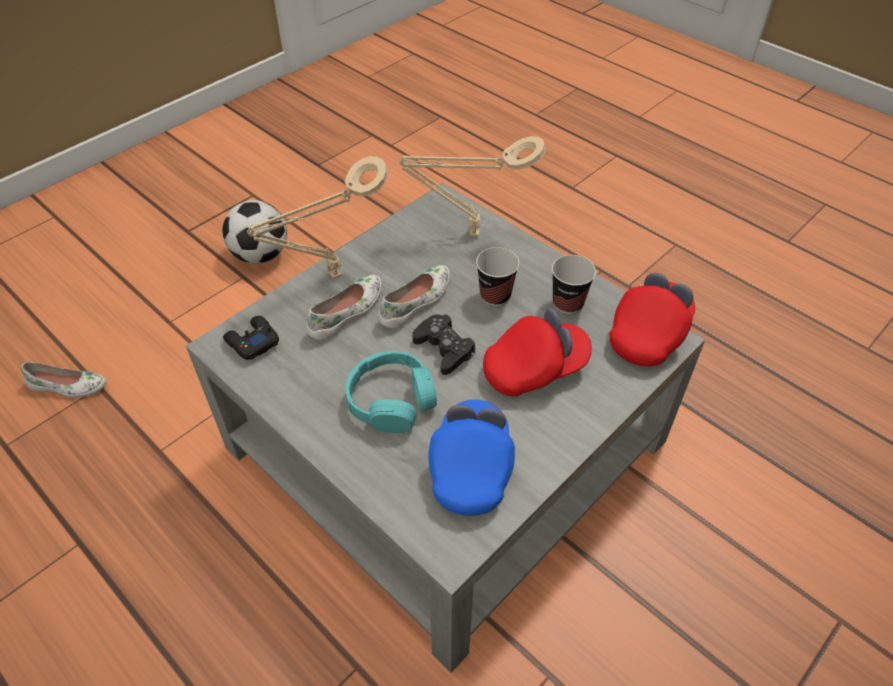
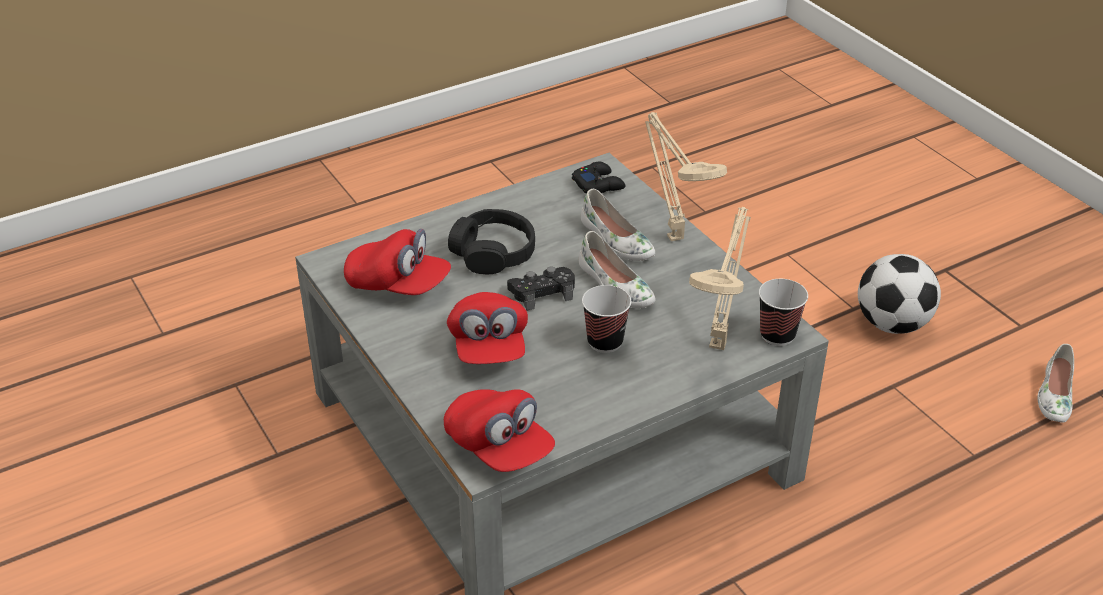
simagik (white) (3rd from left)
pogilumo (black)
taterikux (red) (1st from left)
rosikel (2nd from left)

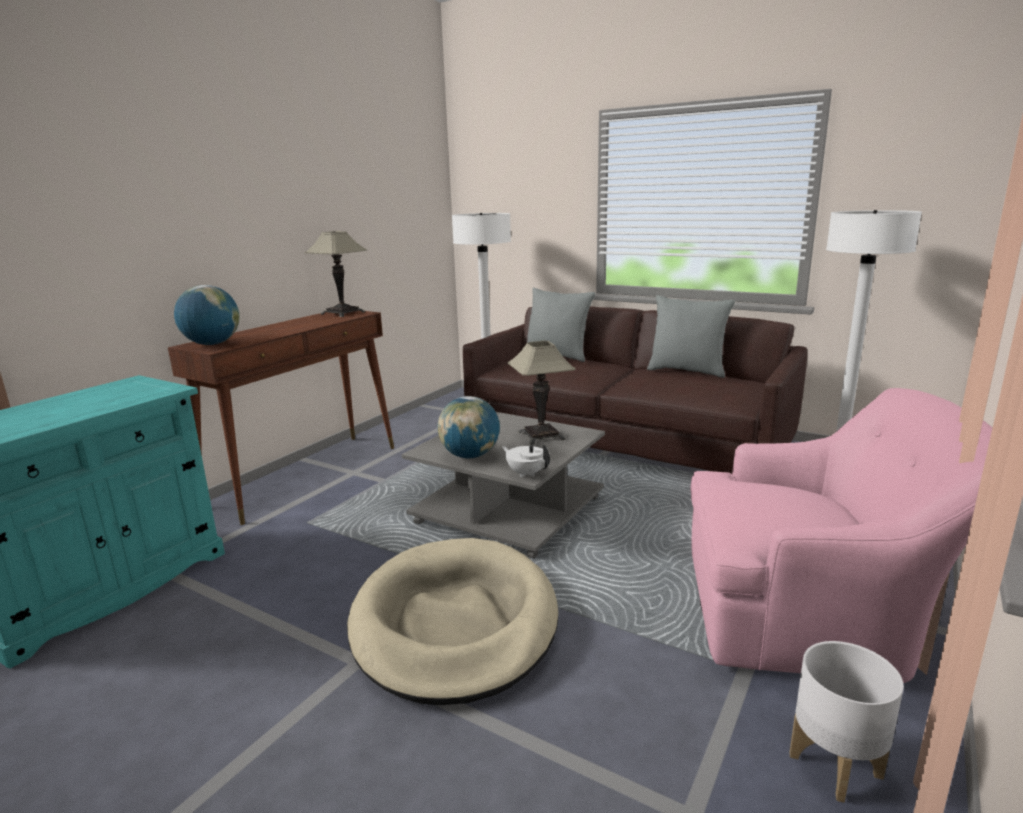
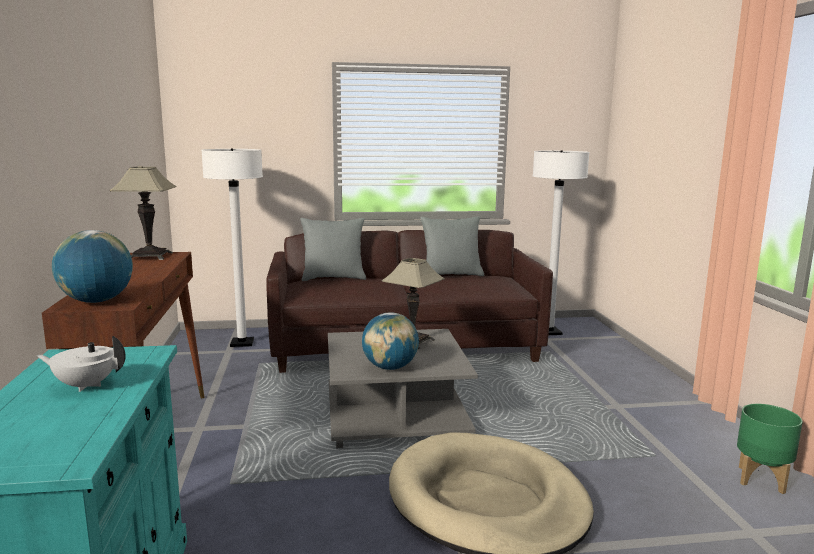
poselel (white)
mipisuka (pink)
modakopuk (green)

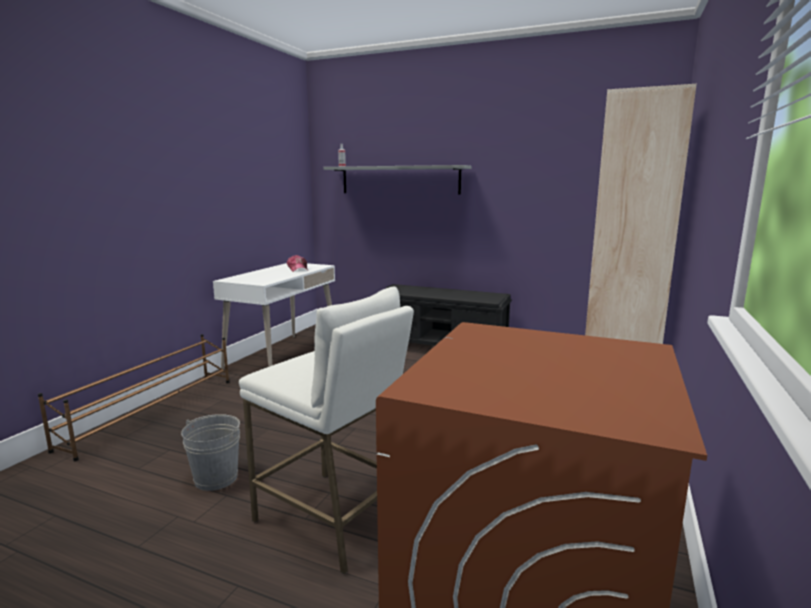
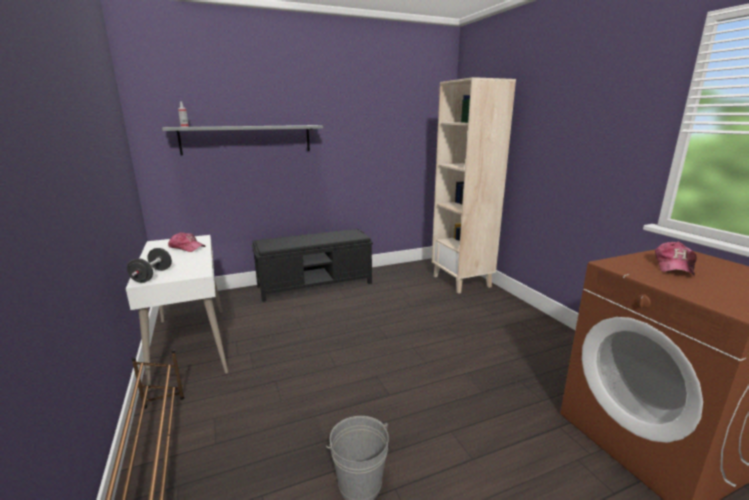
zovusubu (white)
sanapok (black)
taterikux (2nd from left)

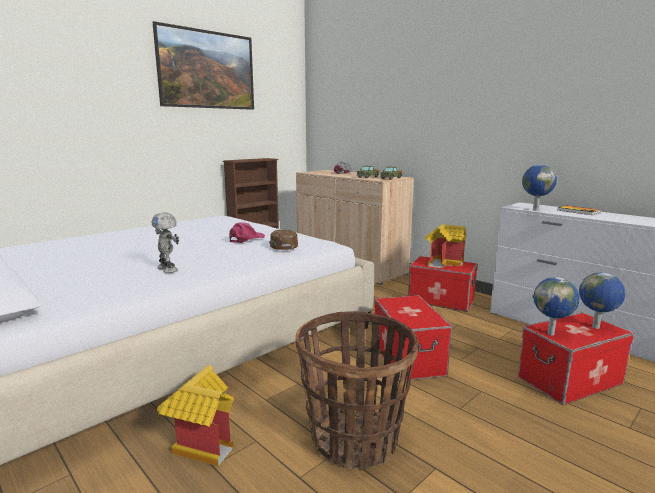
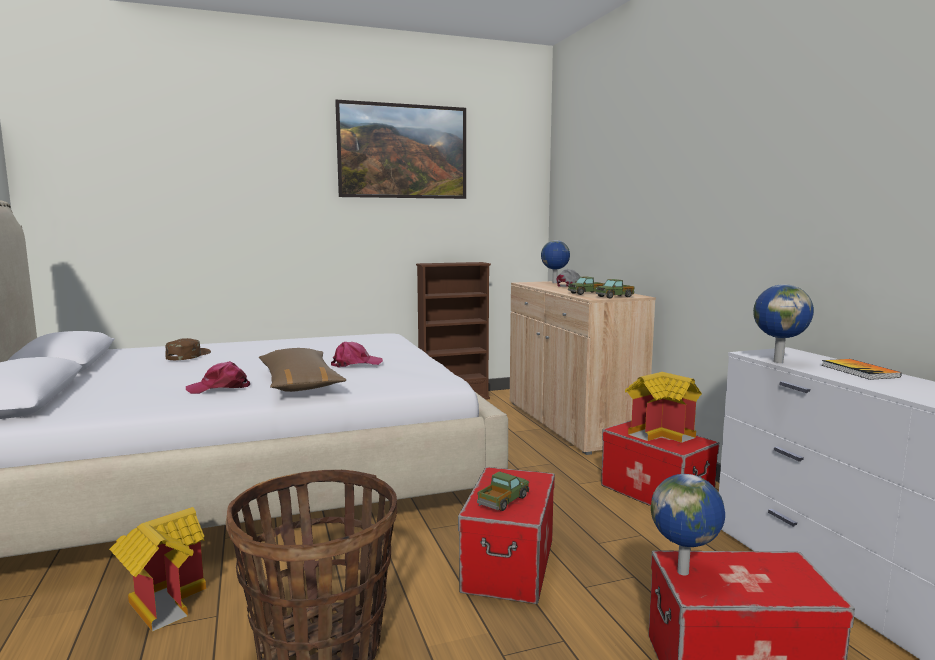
taterikux (pink) (1st from left)
taterikux (brown)
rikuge (1st from left)
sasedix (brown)
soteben (1st from left)

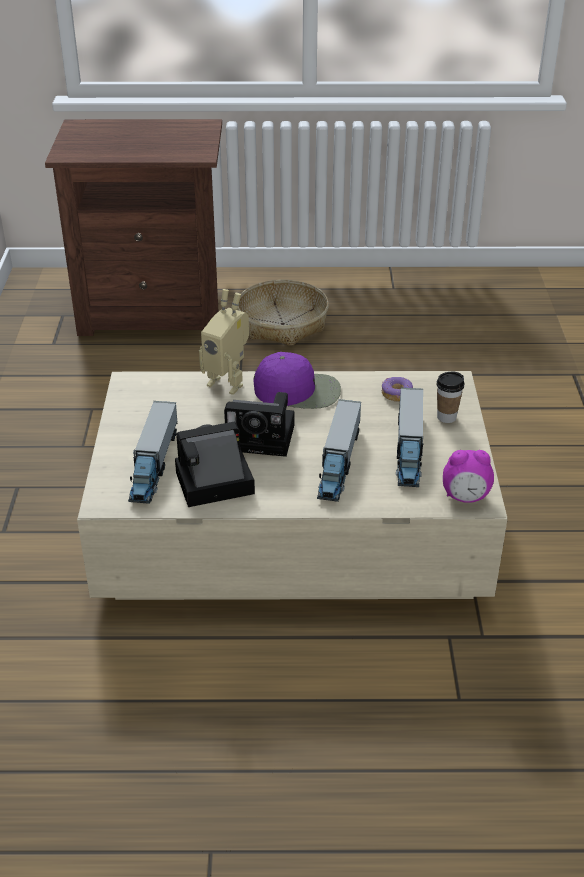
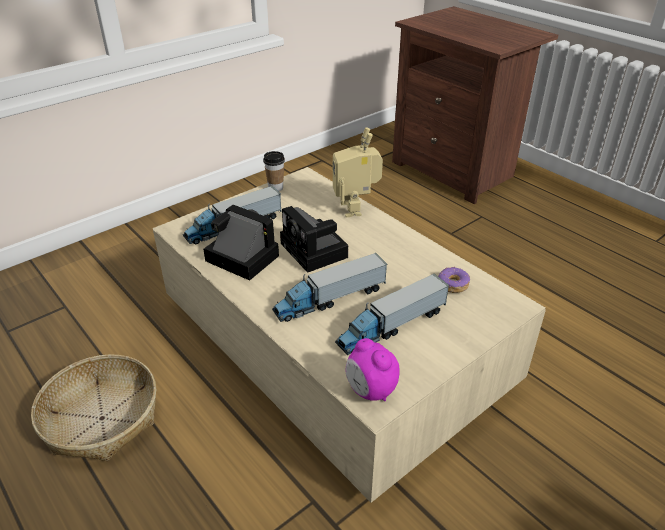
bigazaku
taterikux (purple)
rosikel

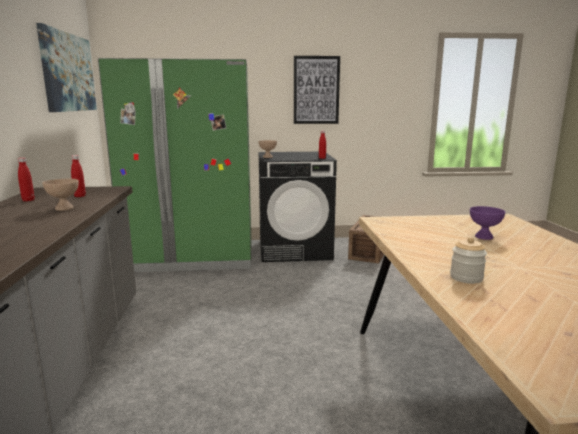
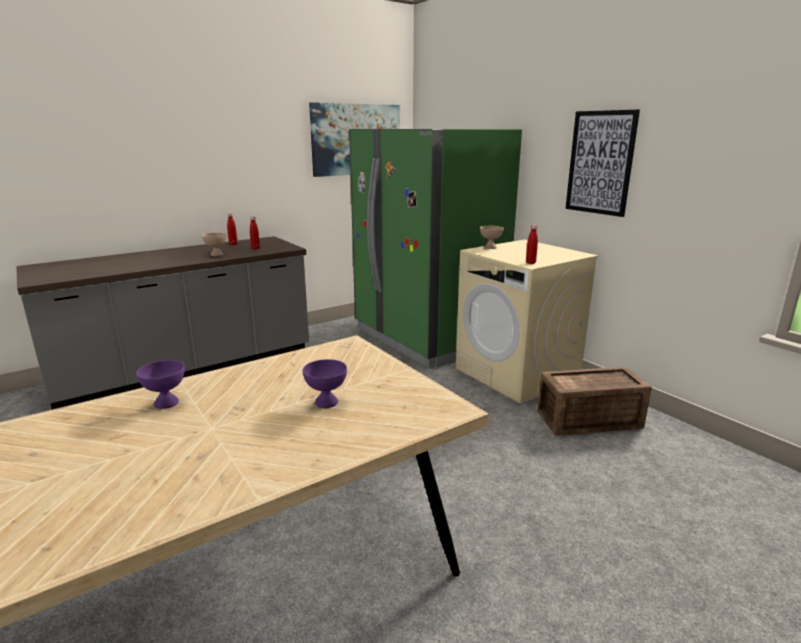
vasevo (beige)
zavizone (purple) (1st from left)

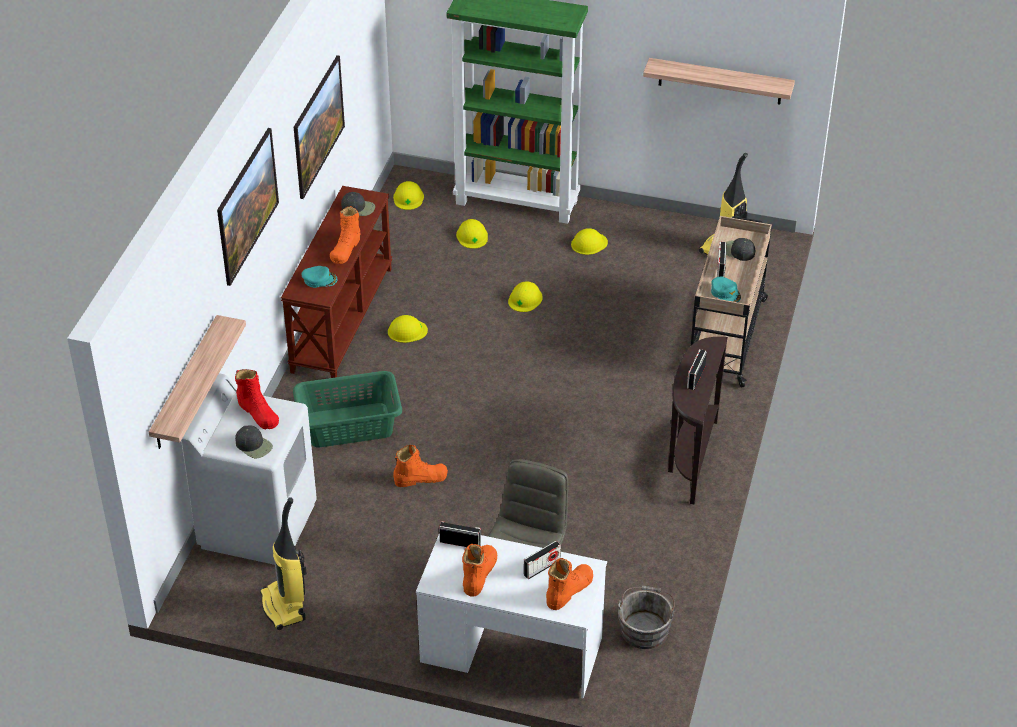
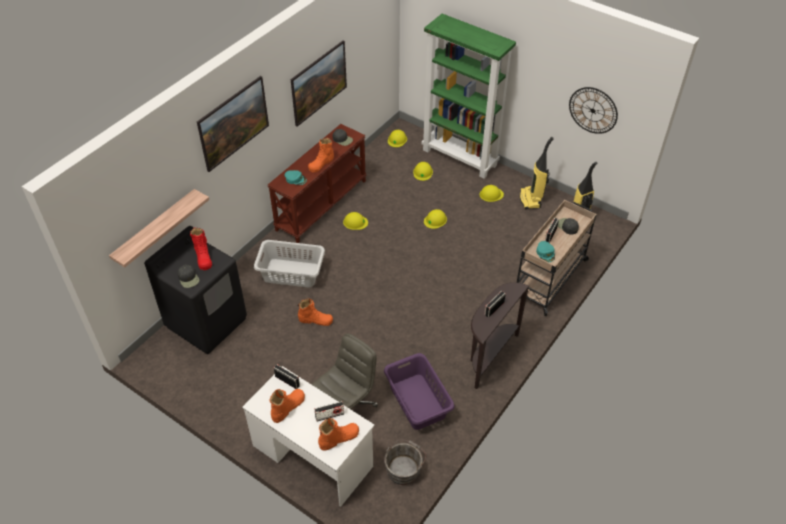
vasevo (black)
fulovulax (1st from left)
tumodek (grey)
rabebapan
tumodek (purple)

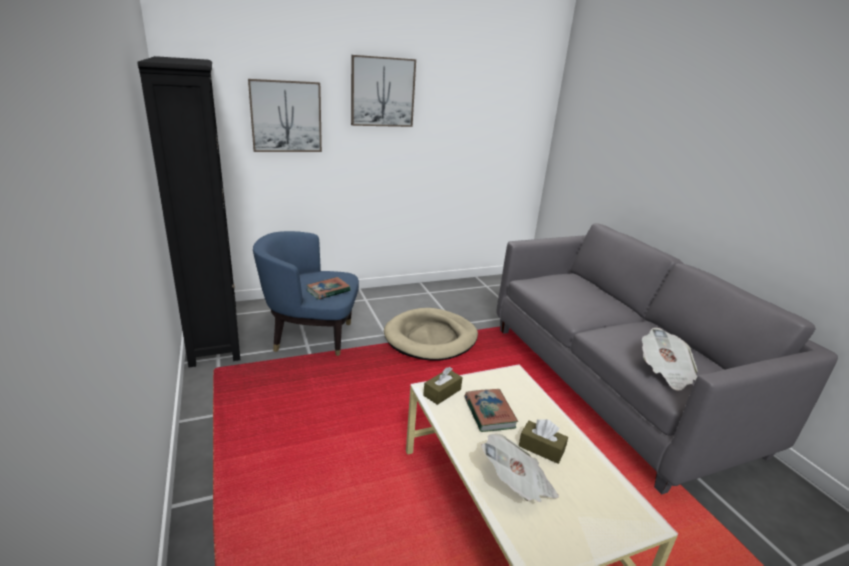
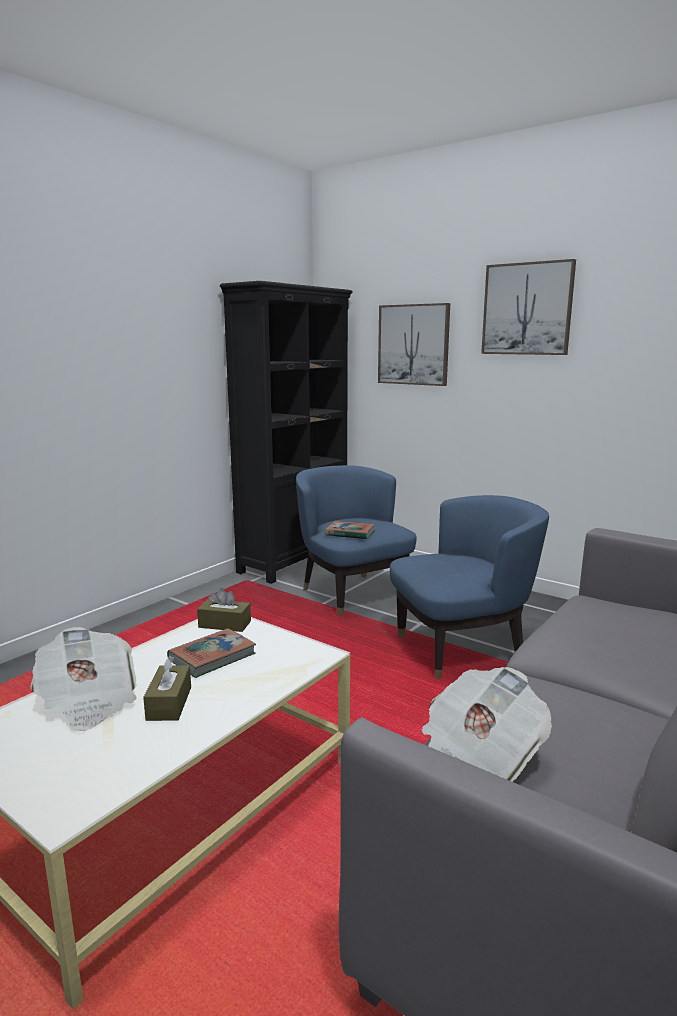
mipisuka (blue) (2nd from left)

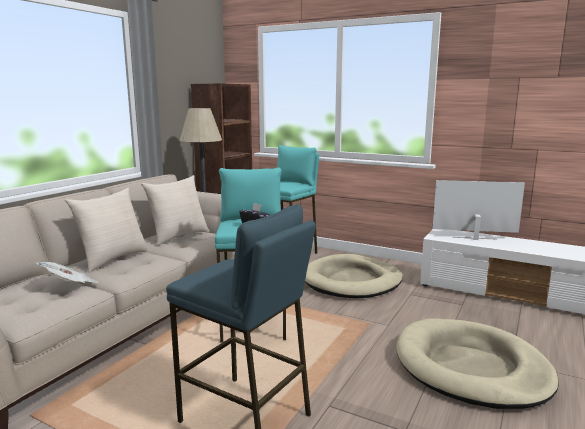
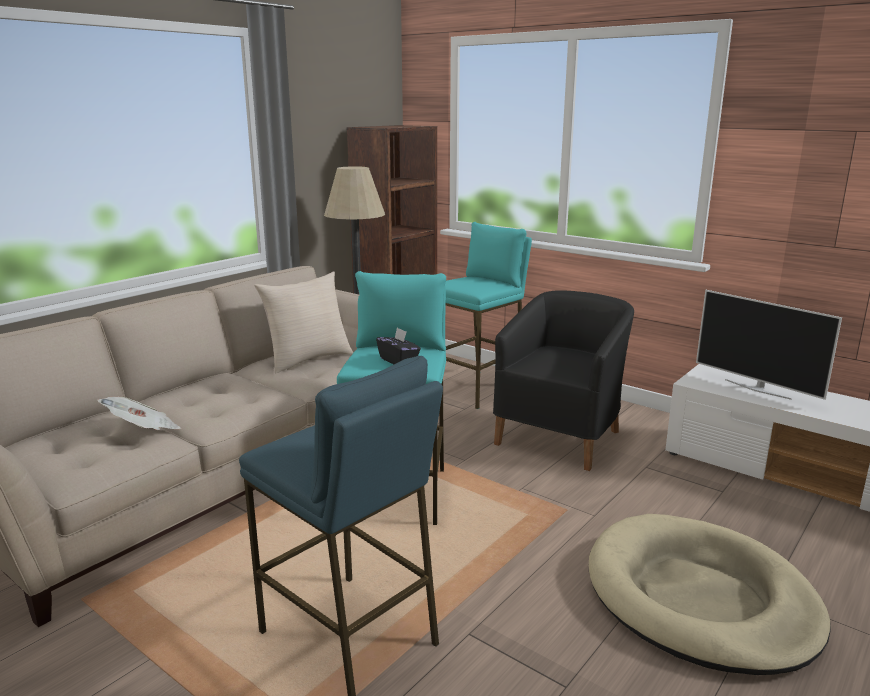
sasedix (beige) (1st from left in the first image)
mipisuka (black)
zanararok

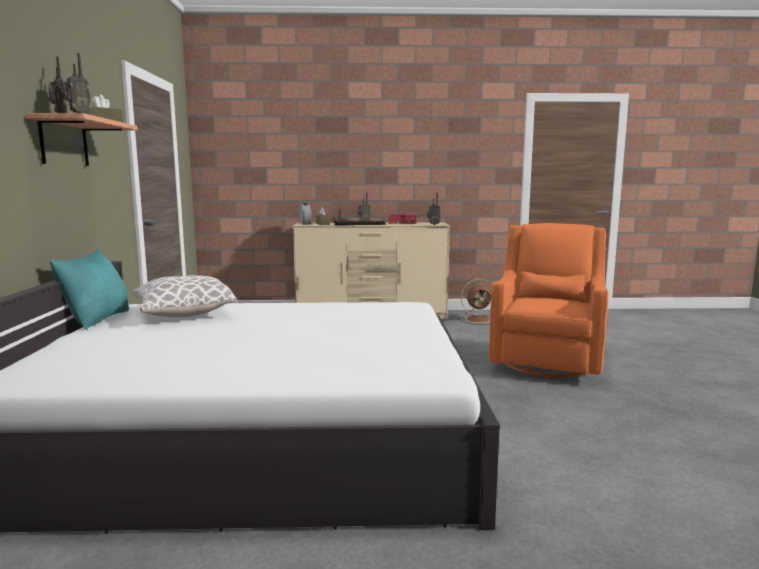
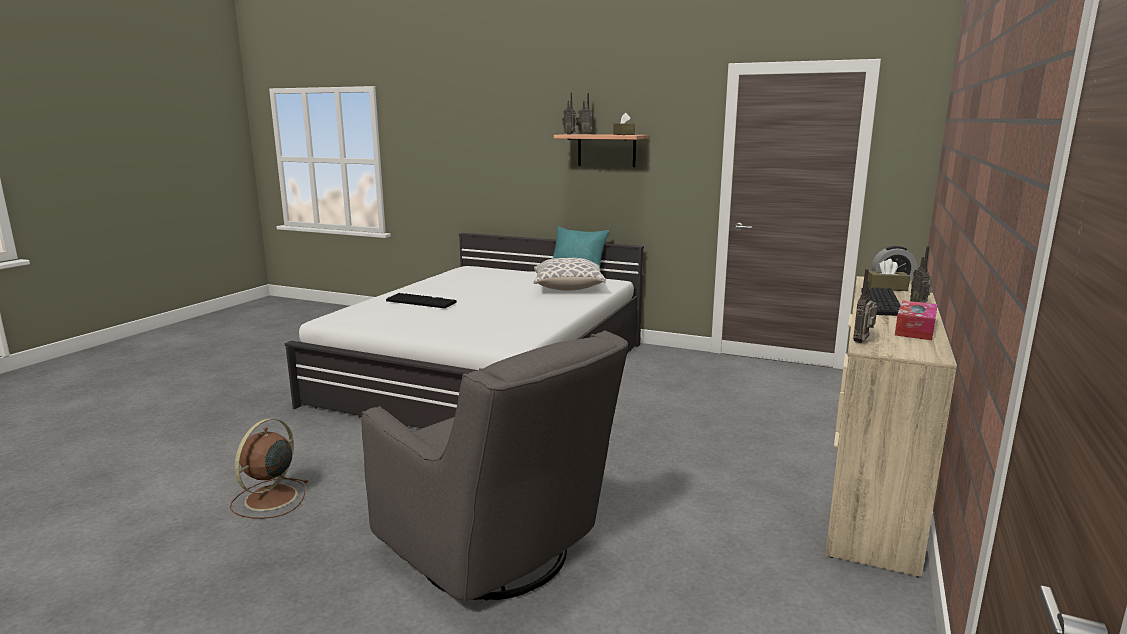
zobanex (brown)
mipisuka (grey)
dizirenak (1st from left)

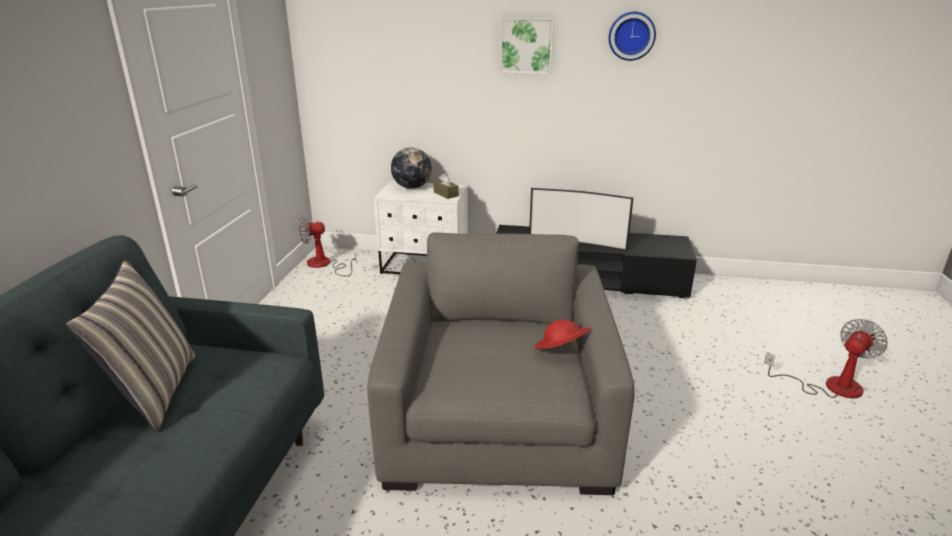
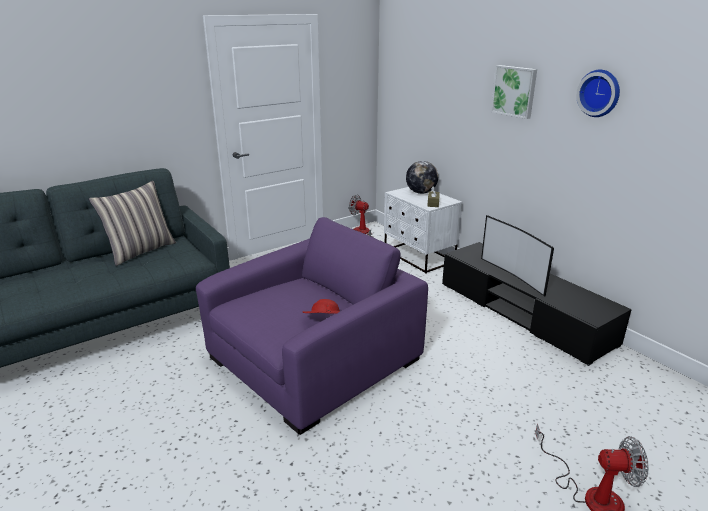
mipisuka (purple)

